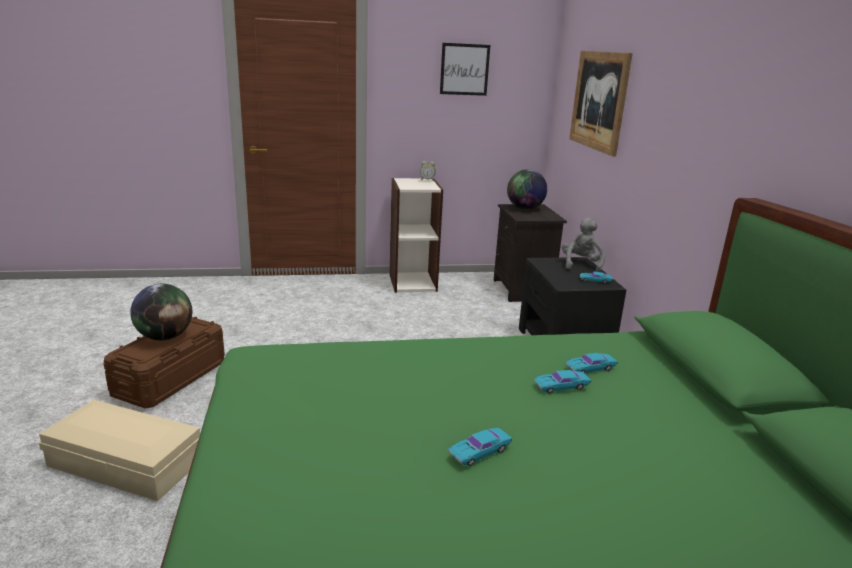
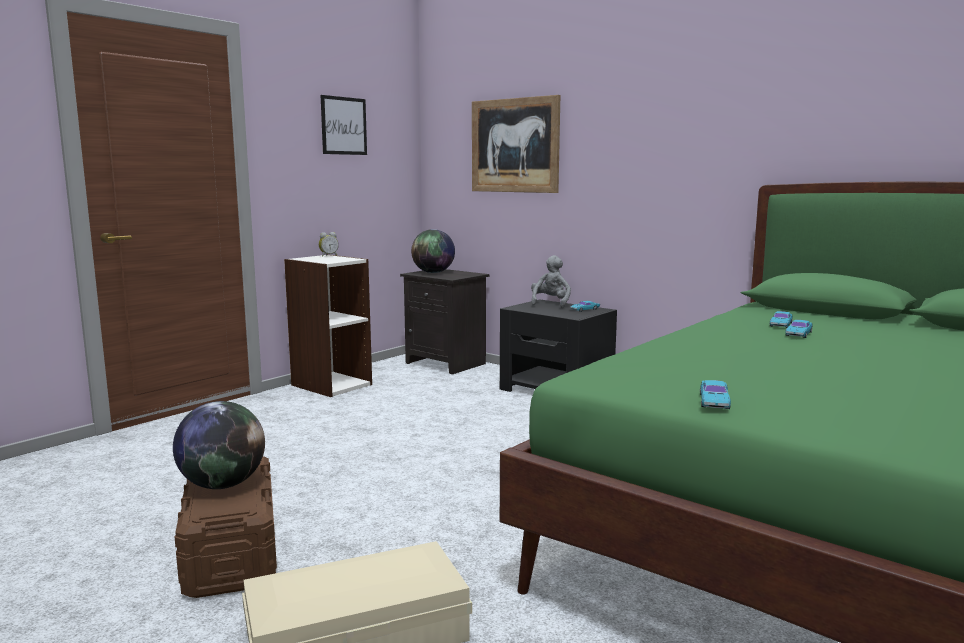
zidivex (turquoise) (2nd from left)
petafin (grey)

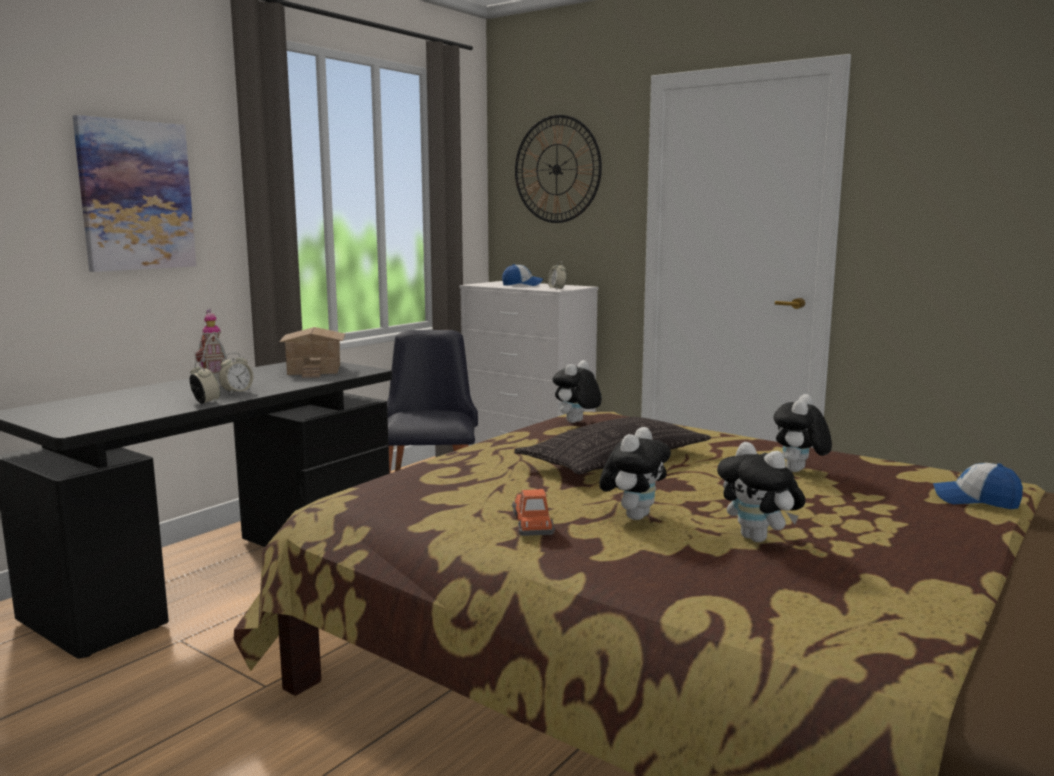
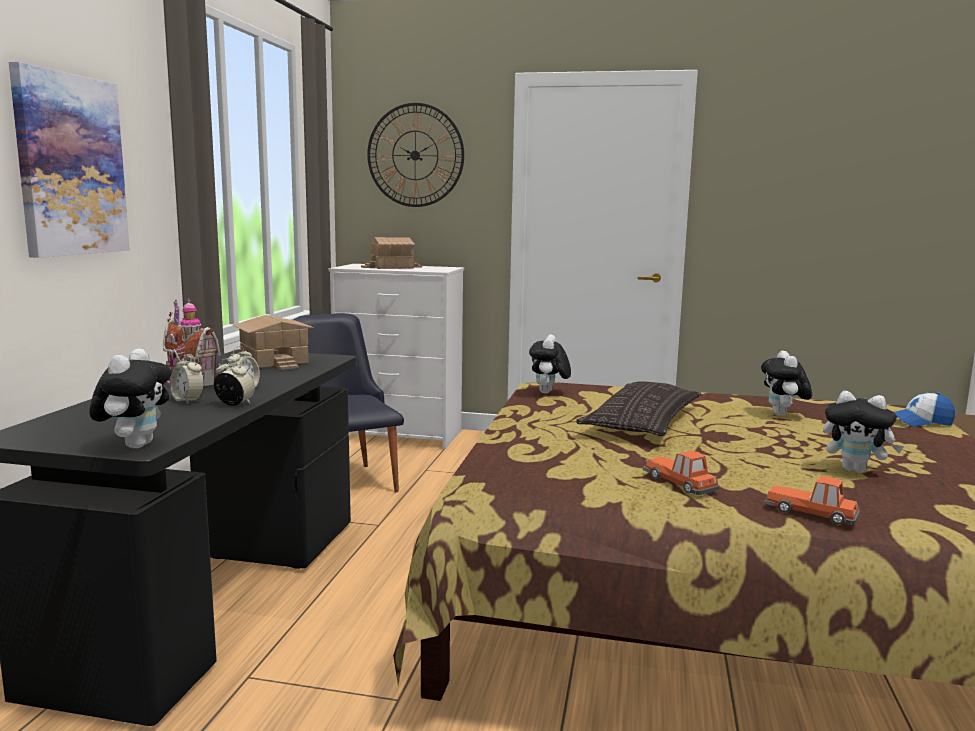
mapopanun (3rd from left)
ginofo (1st from left)
petafin (1st from left)
zidivex (2nd from left)

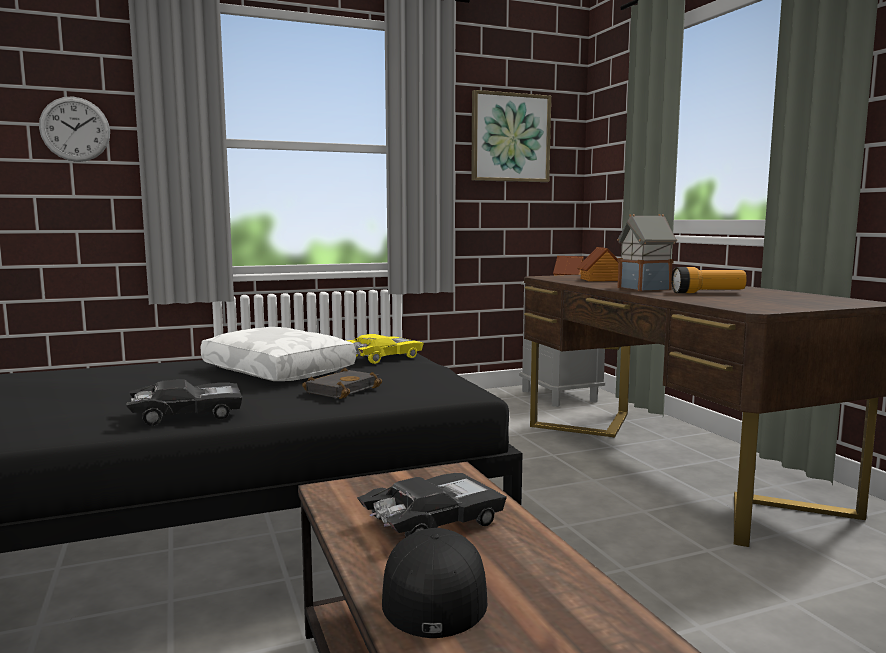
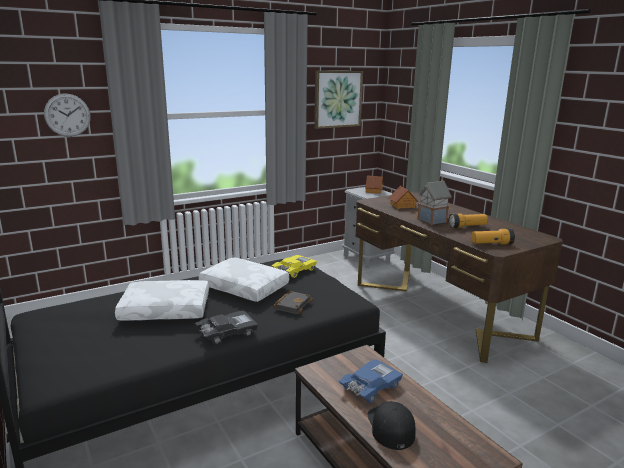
zidivex (blue)
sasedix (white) (1st from left)
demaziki (2nd from left)

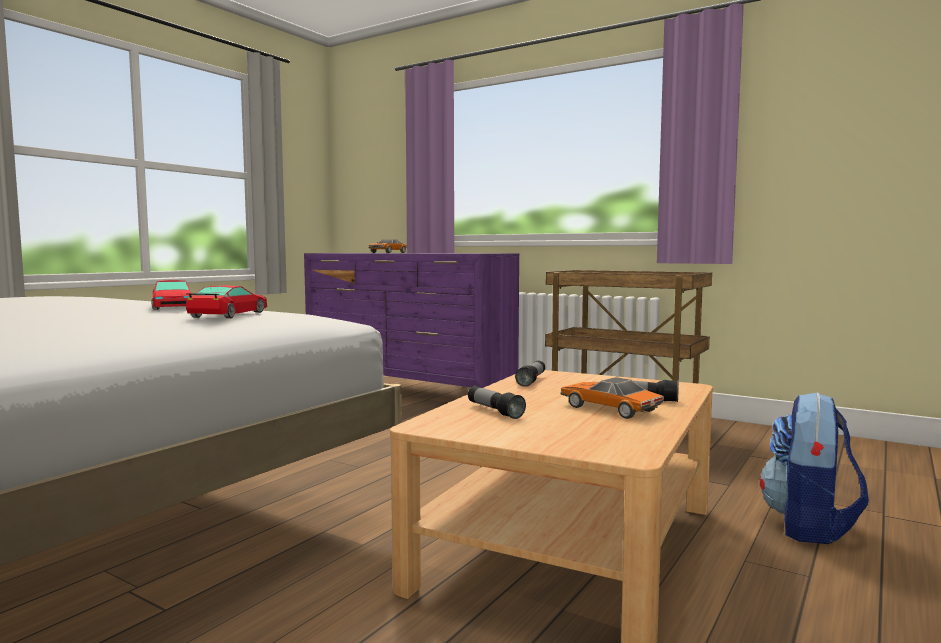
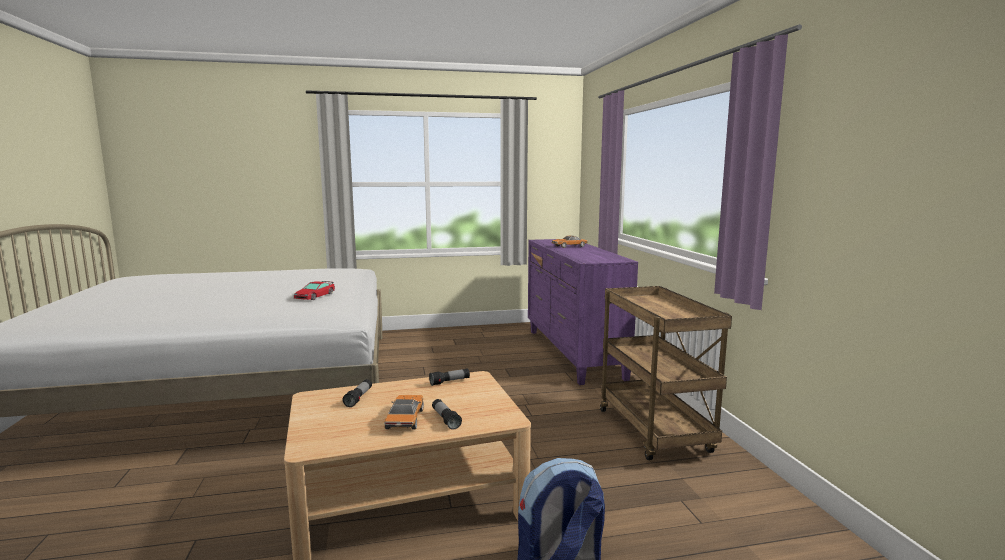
zidivex (2nd from left in the first image)

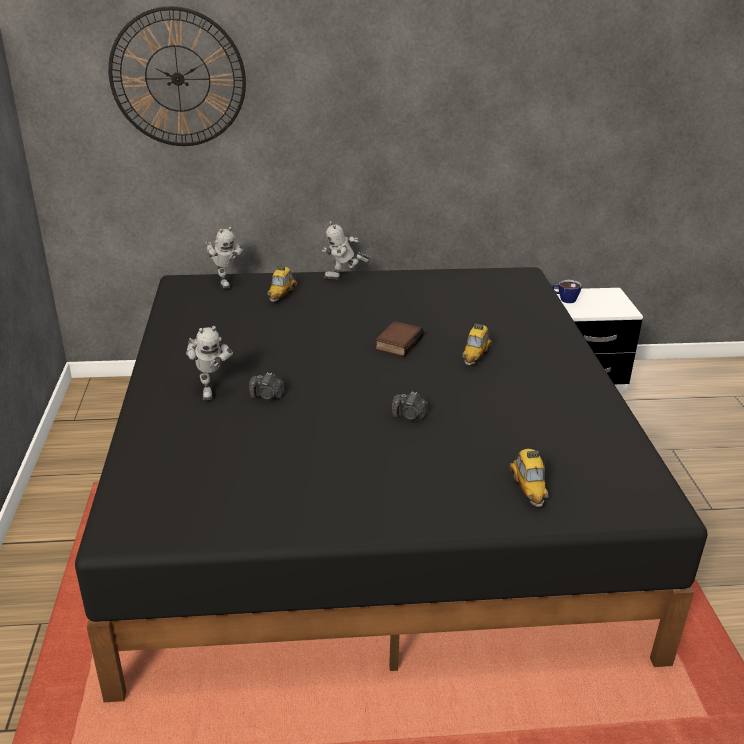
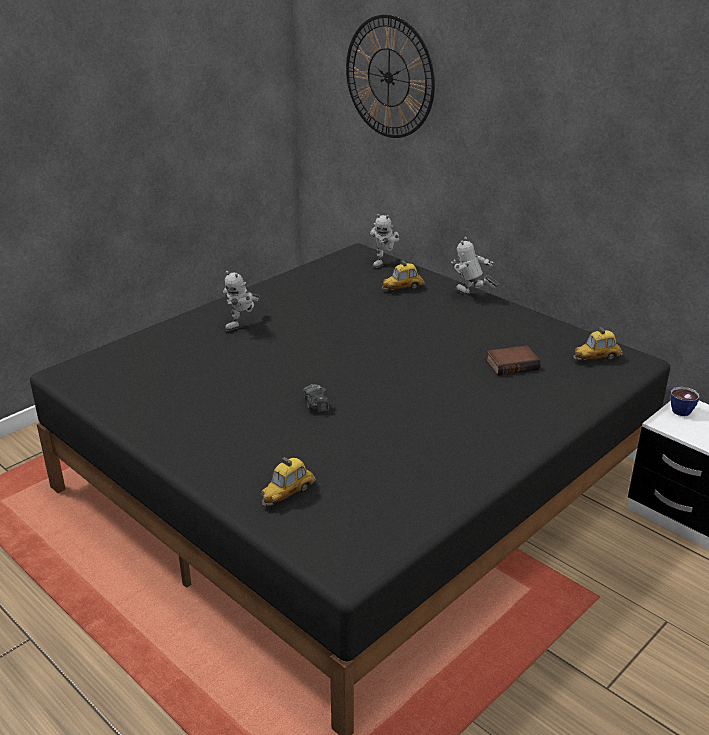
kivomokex (1st from left in the first image)
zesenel
zidivex (3rd from left)

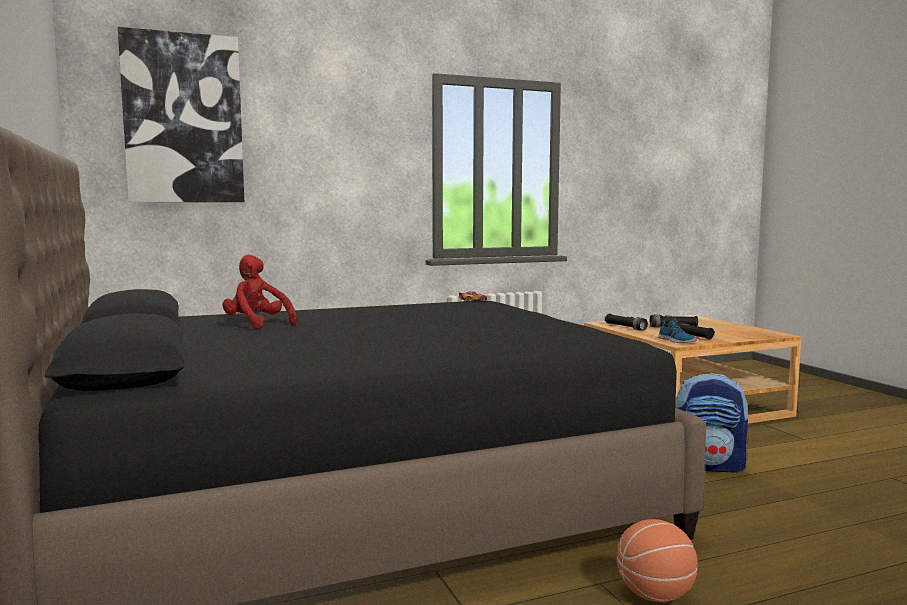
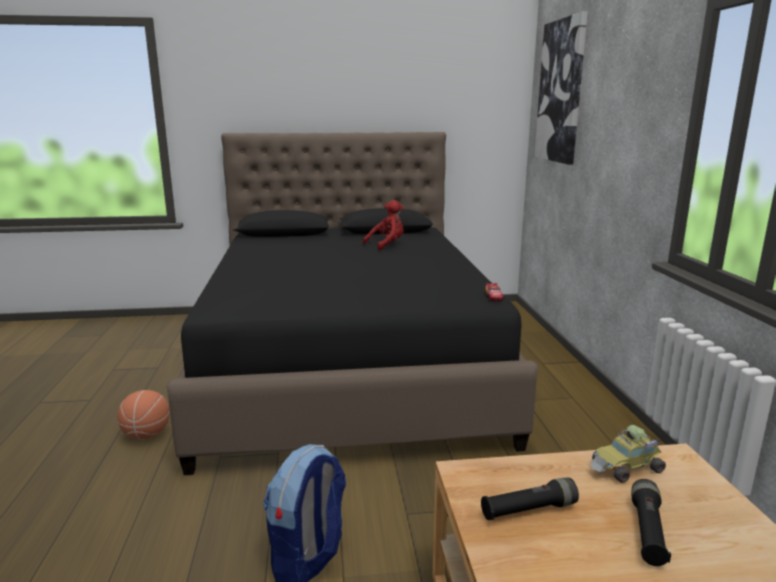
zidivex (2nd from left)
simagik

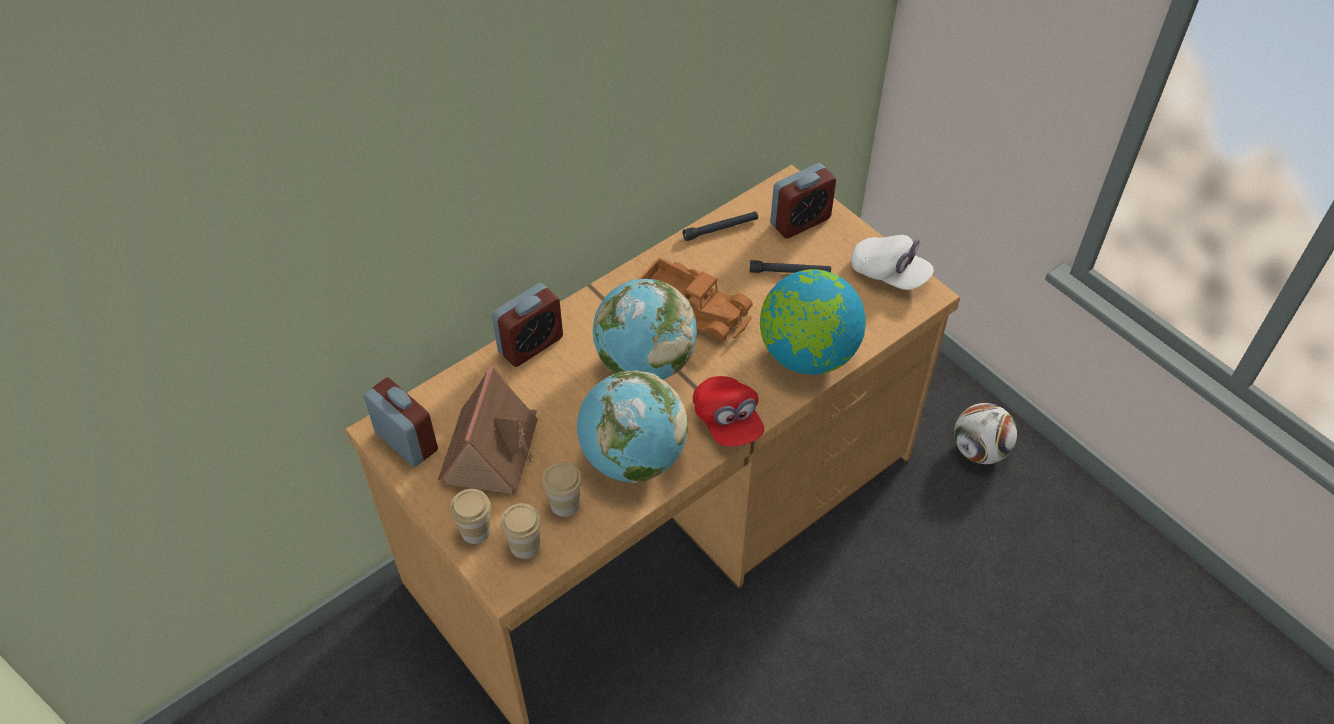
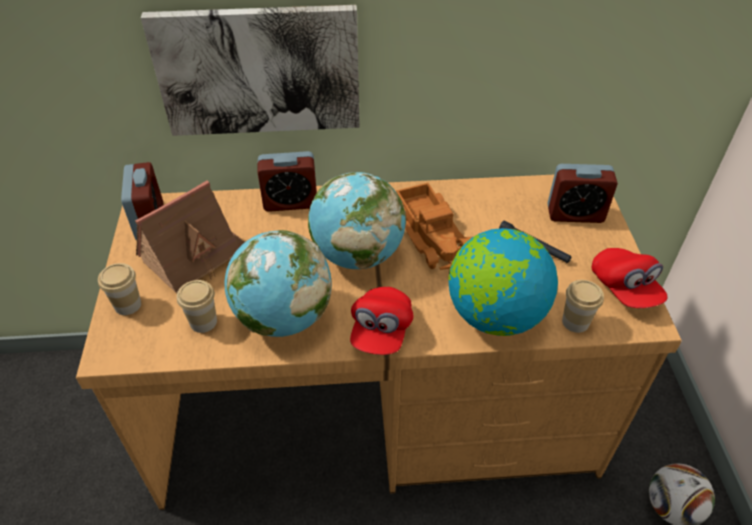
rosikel (3rd from left)
demaziki (black) (1st from left in the first image)
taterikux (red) (2nd from left)
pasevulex

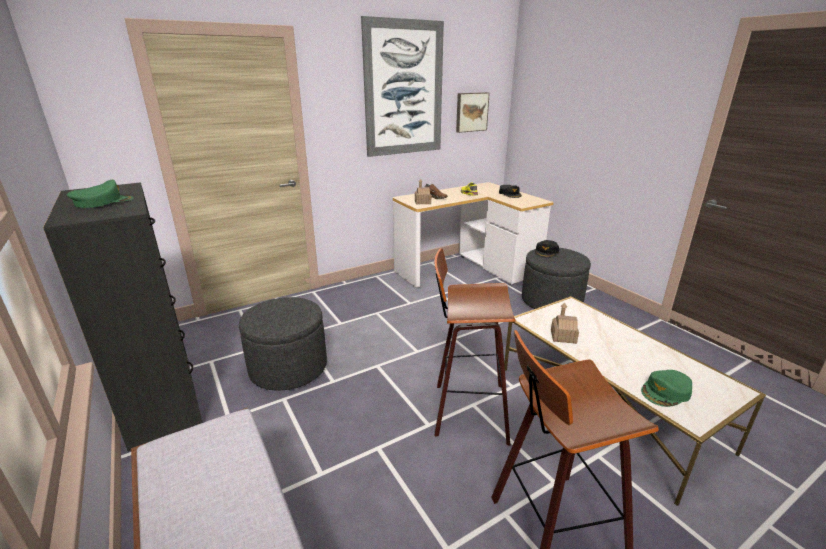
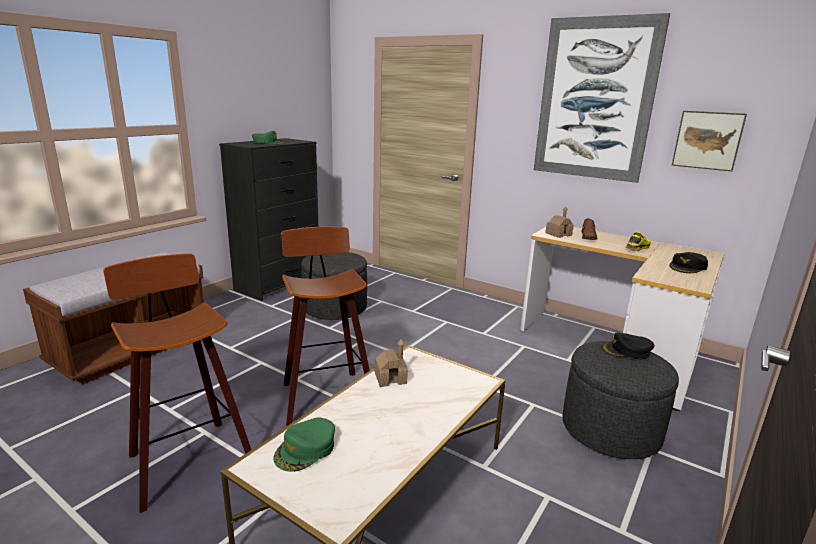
taterikux (green) (2nd from left)

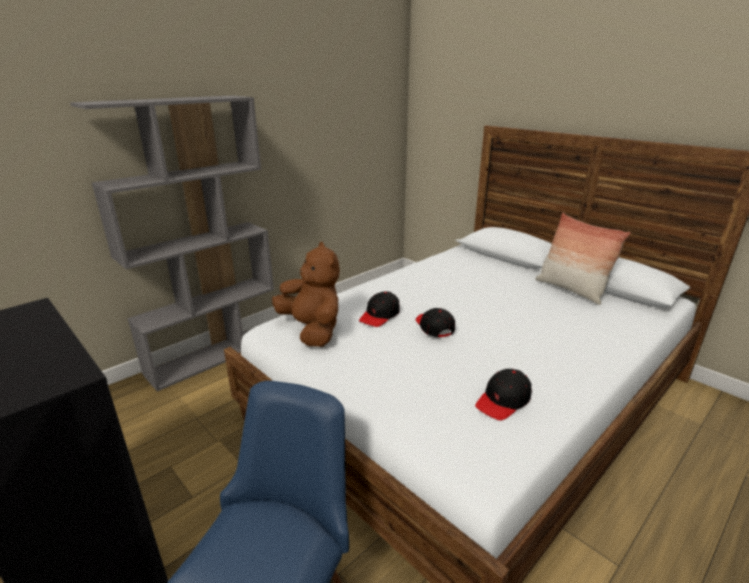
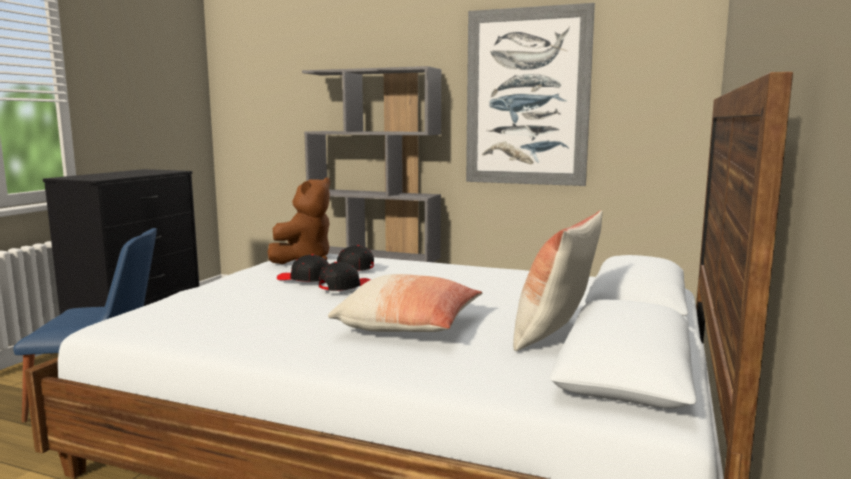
taterikux (black) (1st from left)
sasedix (1st from left)
pasevulex

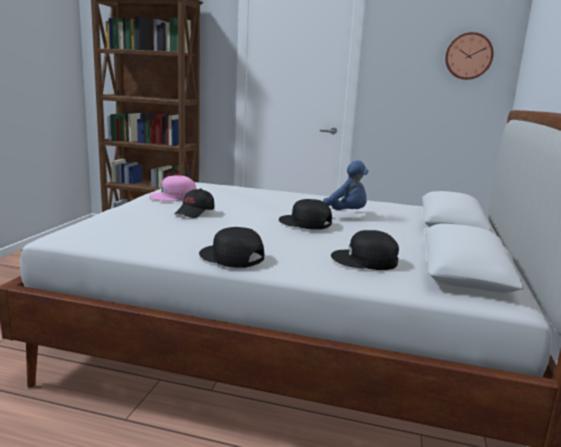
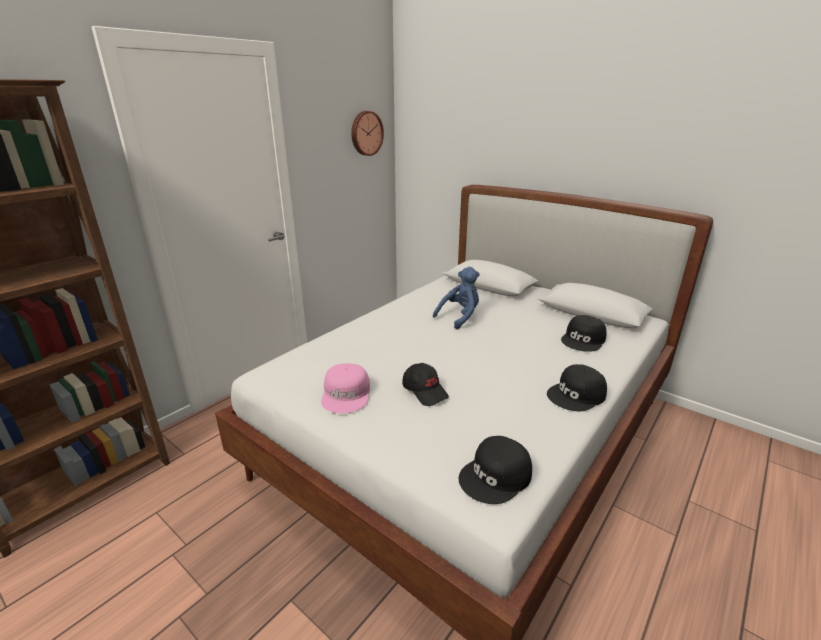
taterikux (black) (2nd from left)

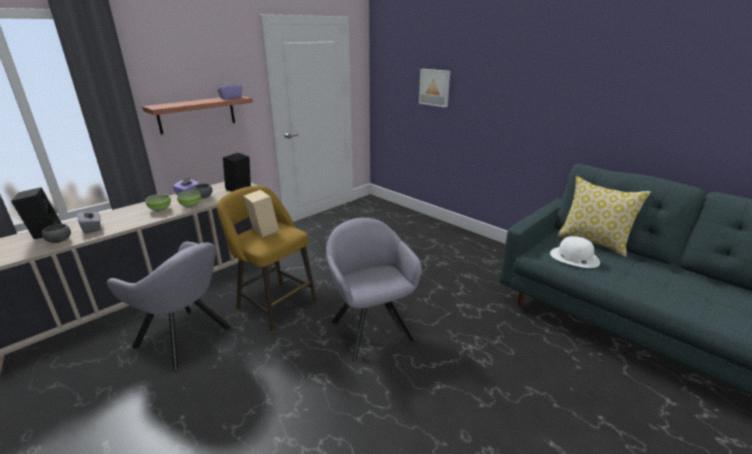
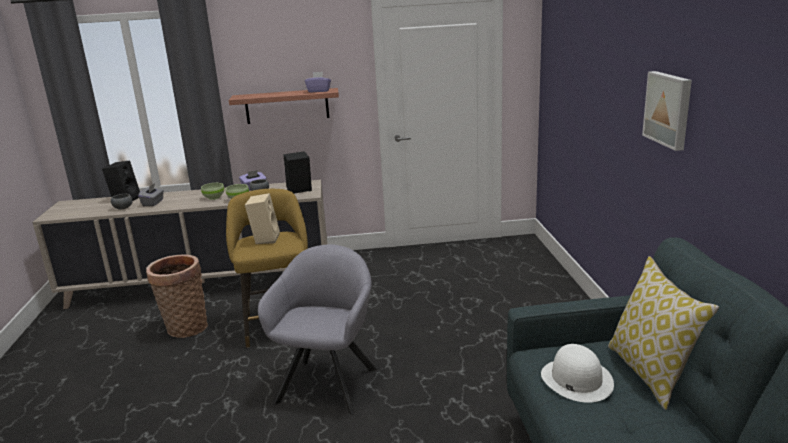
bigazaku
pasevulex

